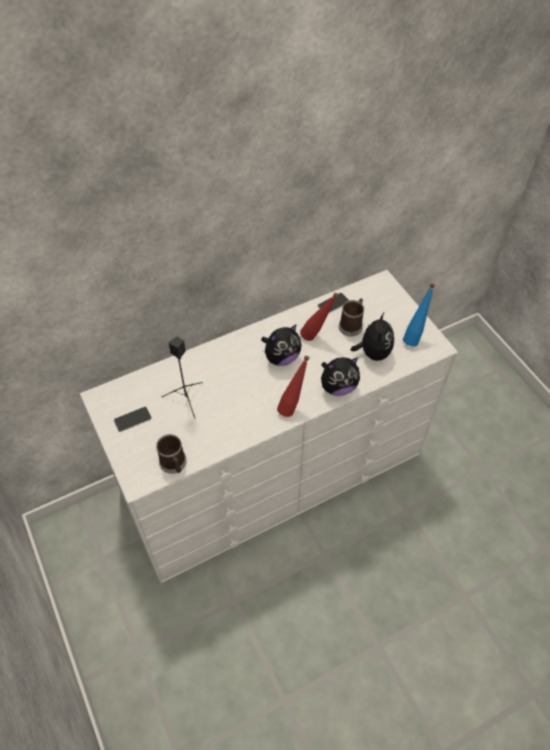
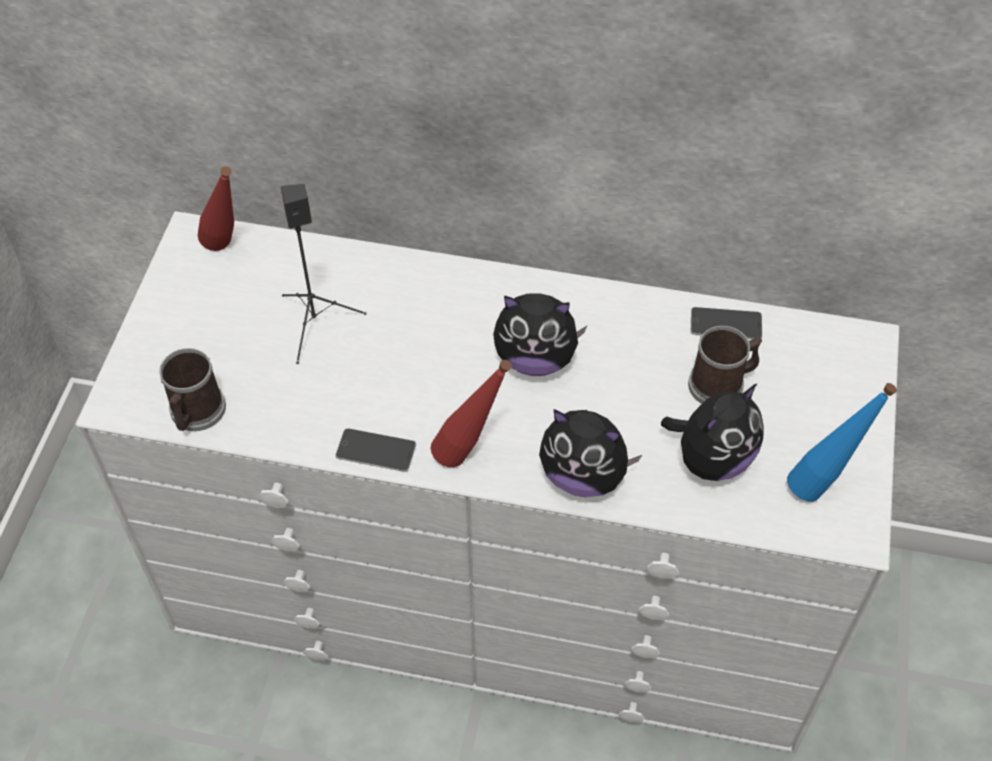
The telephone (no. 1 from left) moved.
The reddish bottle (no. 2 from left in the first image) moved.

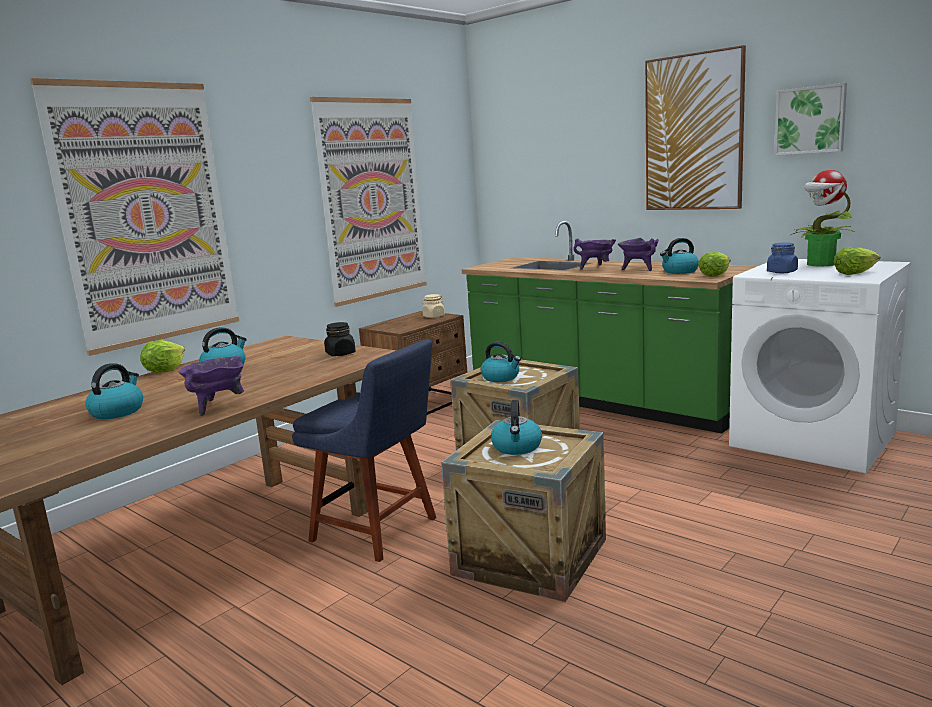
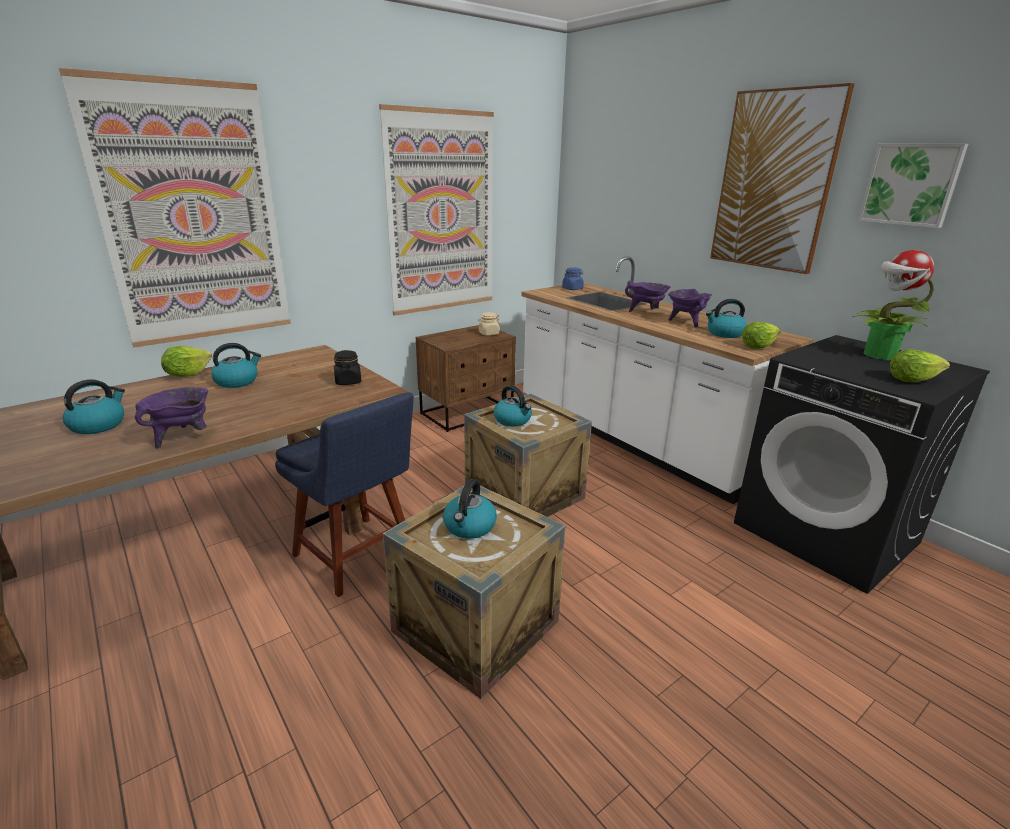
The bluish storage jar moved.
The green-coloured kitchen counter became the white-coloured kitchen counter.
The white-coloured washing machine became the black-coloured washing machine.

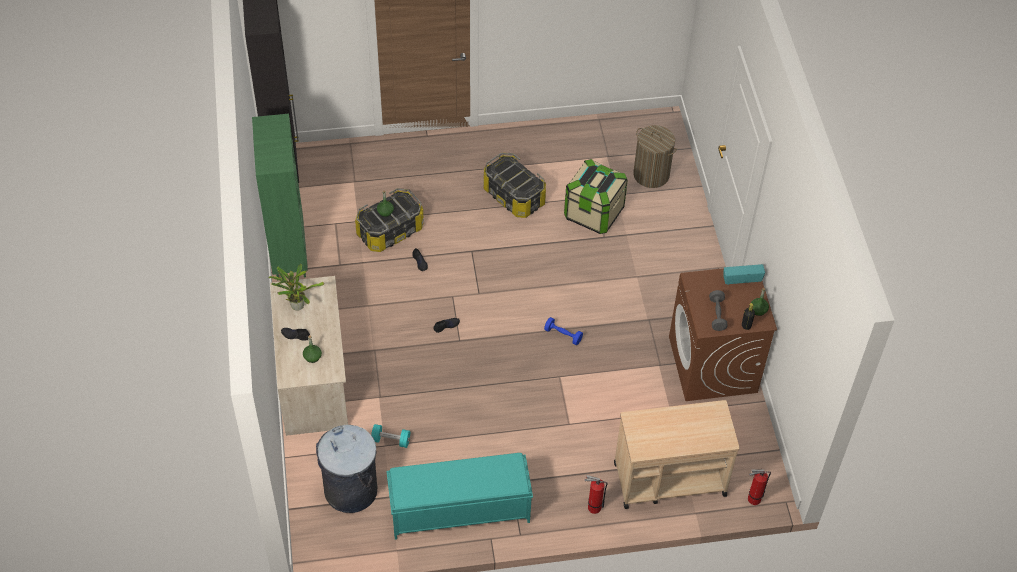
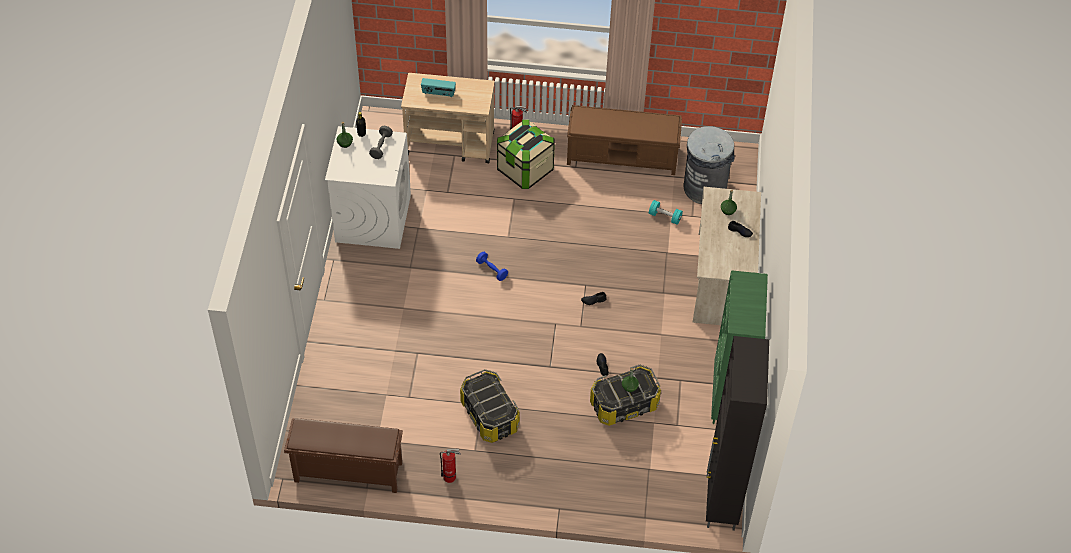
The potted plant disappeared.
The washing basket disappeared.
The brownish shoe shelf appeared.
The storage container (no. 3 from left in the first image) moved.
The radio set moved.
The extinguisher (no. 2 from left in the first image) moved.
The blue-green long seat became the brownish long seat.
The brownish washing machine became the white-coloured washing machine.

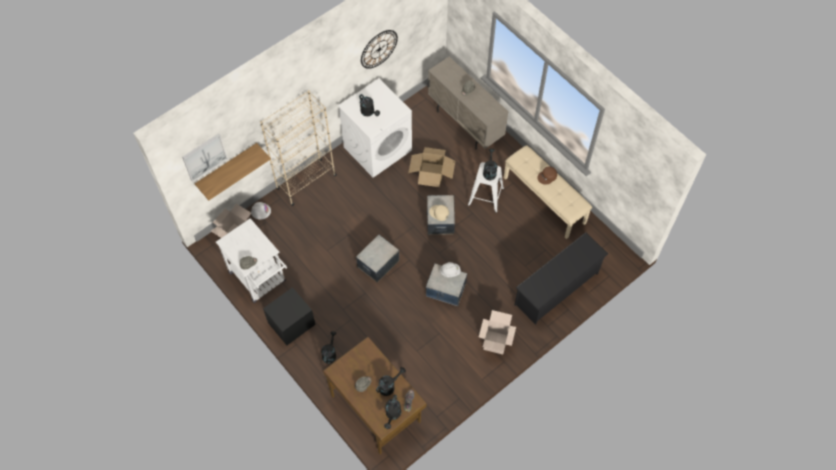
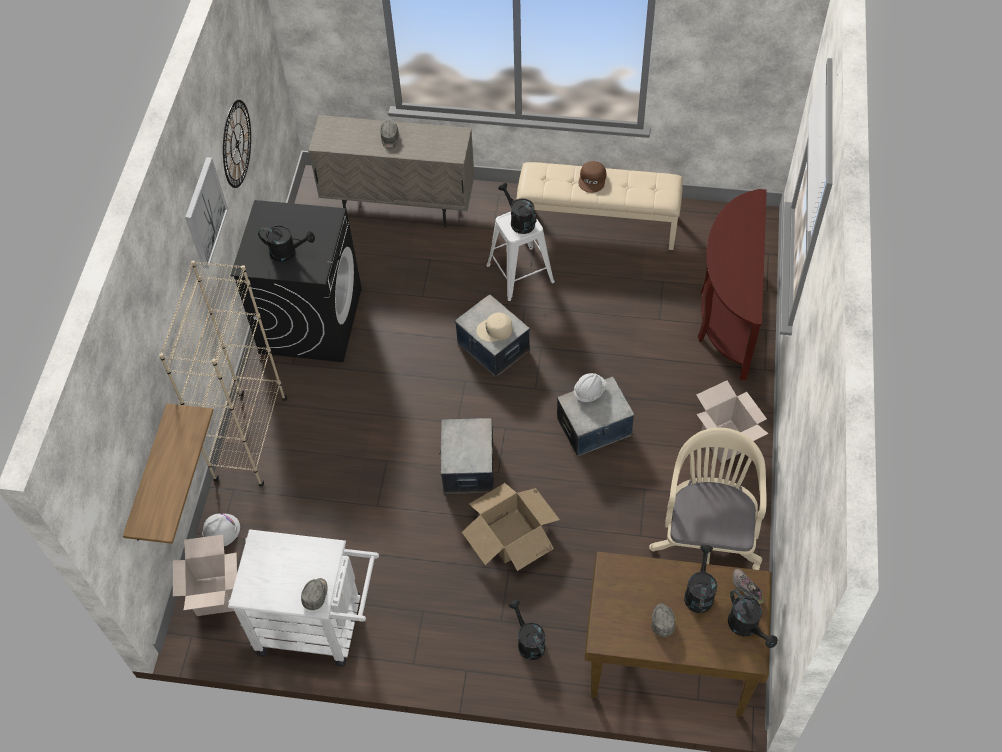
The black-coloured bedside table disappeared.
The sand-coloured office chair appeared.
The picture moved.
The cardboard box (no. 2 from left) moved.
The black-coloured shoe shelf was replaced by the brownish narrow table.
The white-coloured washing machine became the black-coloured washing machine.

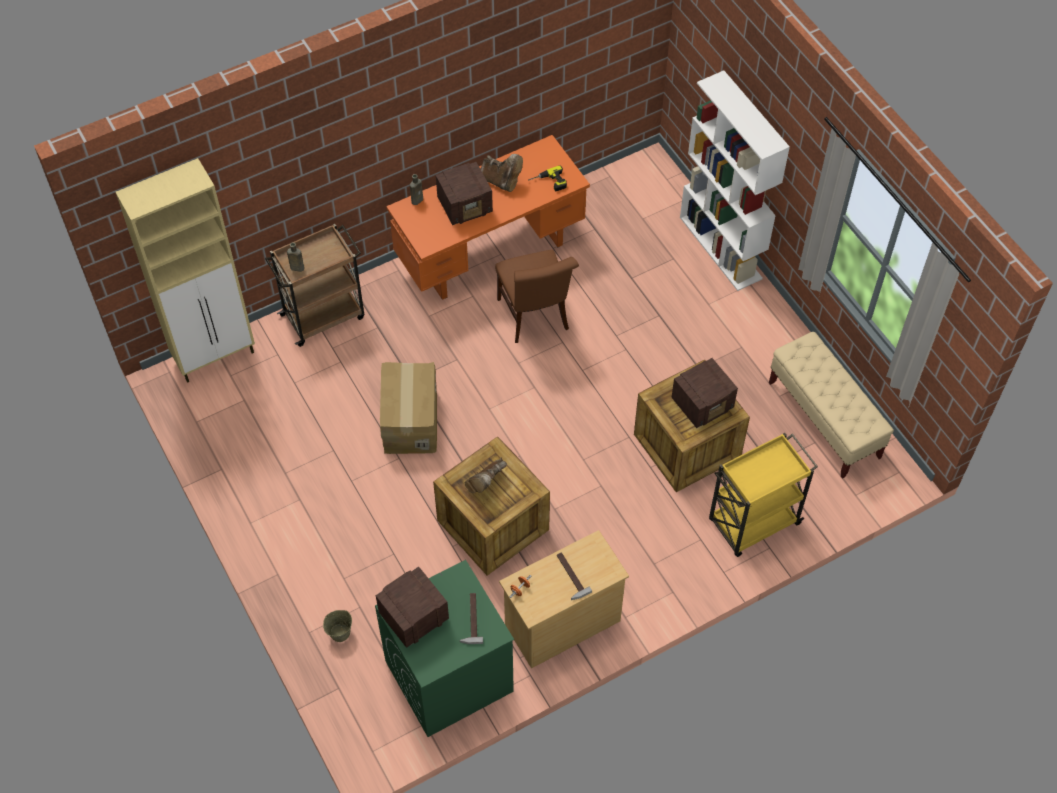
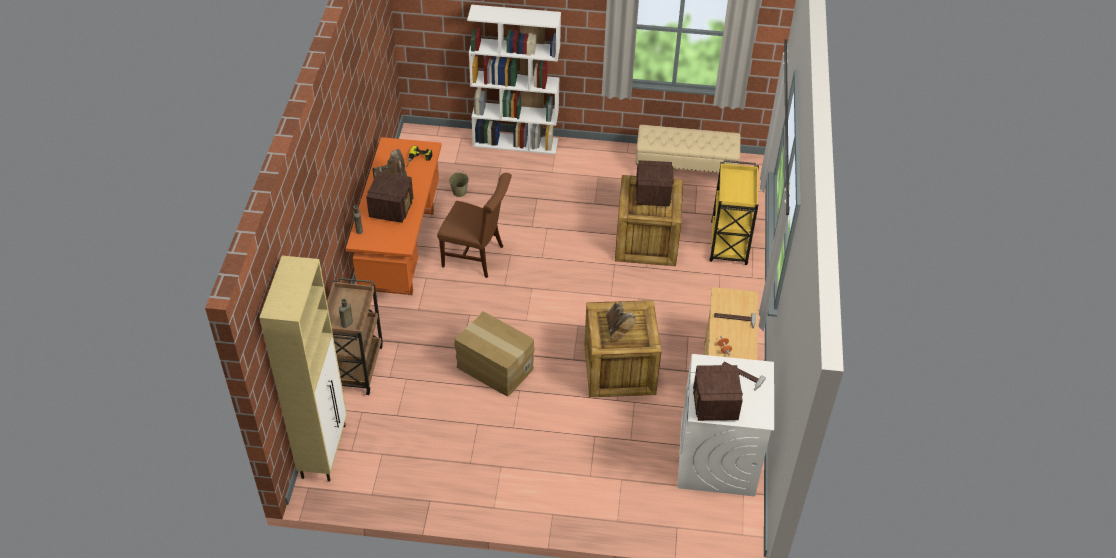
The sand-coloured pail moved.
The green-coloured washing machine became the white-coloured washing machine.

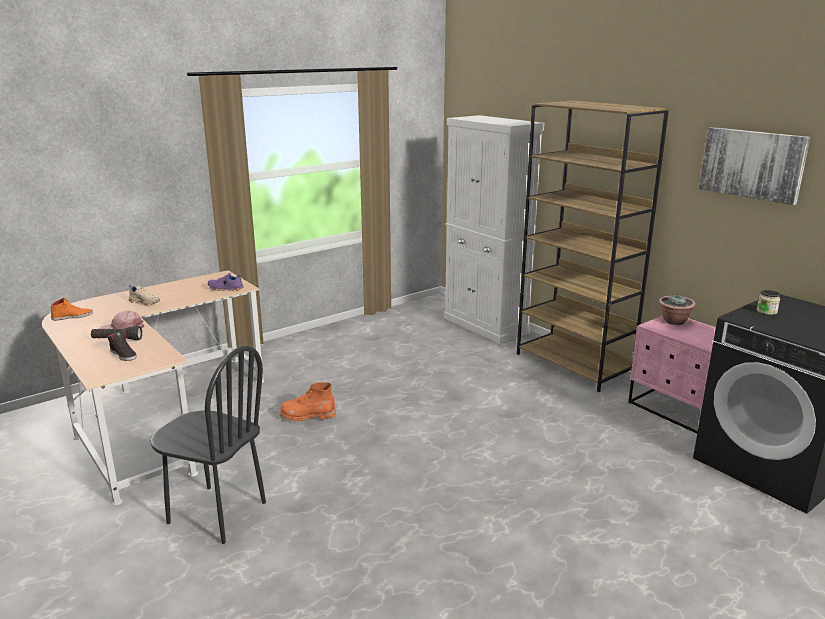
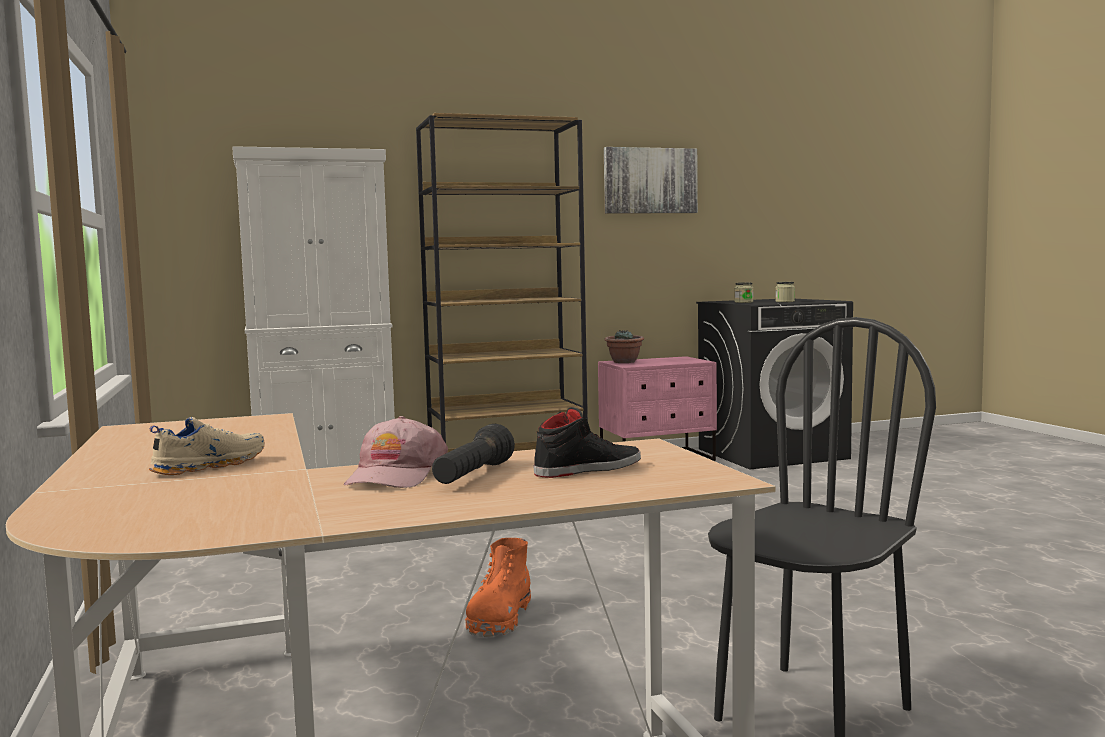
The orange item of footwear disappeared.
The purple item of footwear disappeared.
The storage jar (no. 2 from left) appeared.

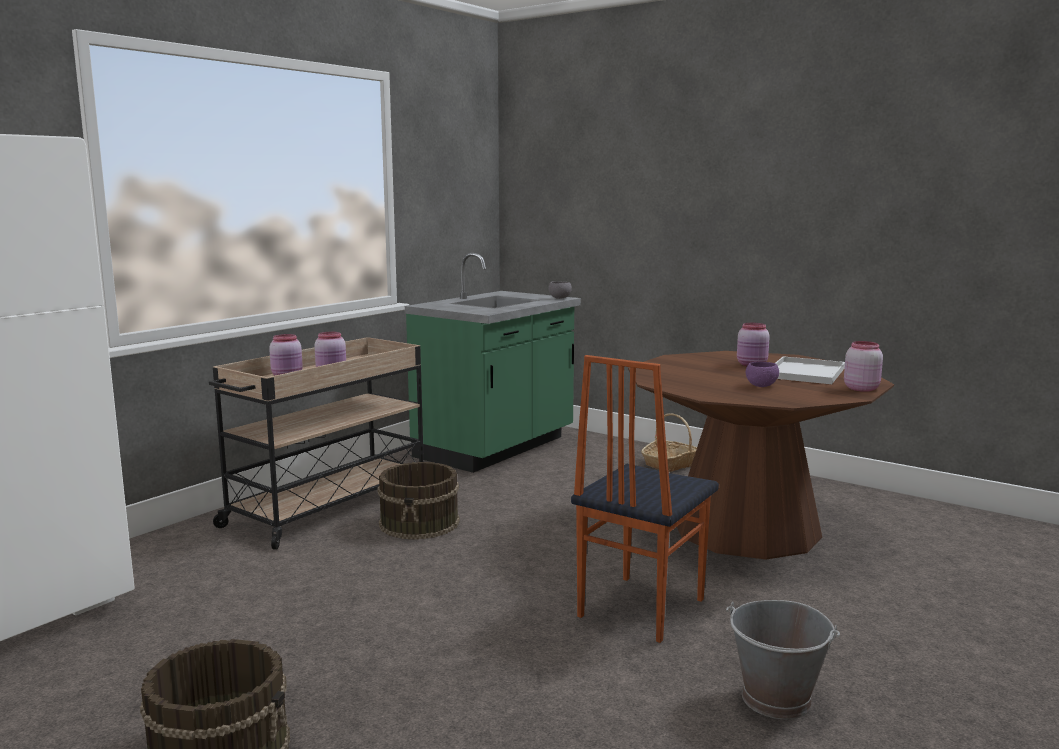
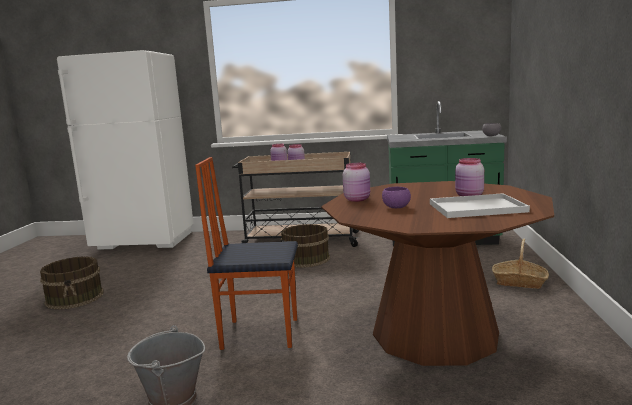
The pink storage jar (no. 4 from left in the first image) moved.

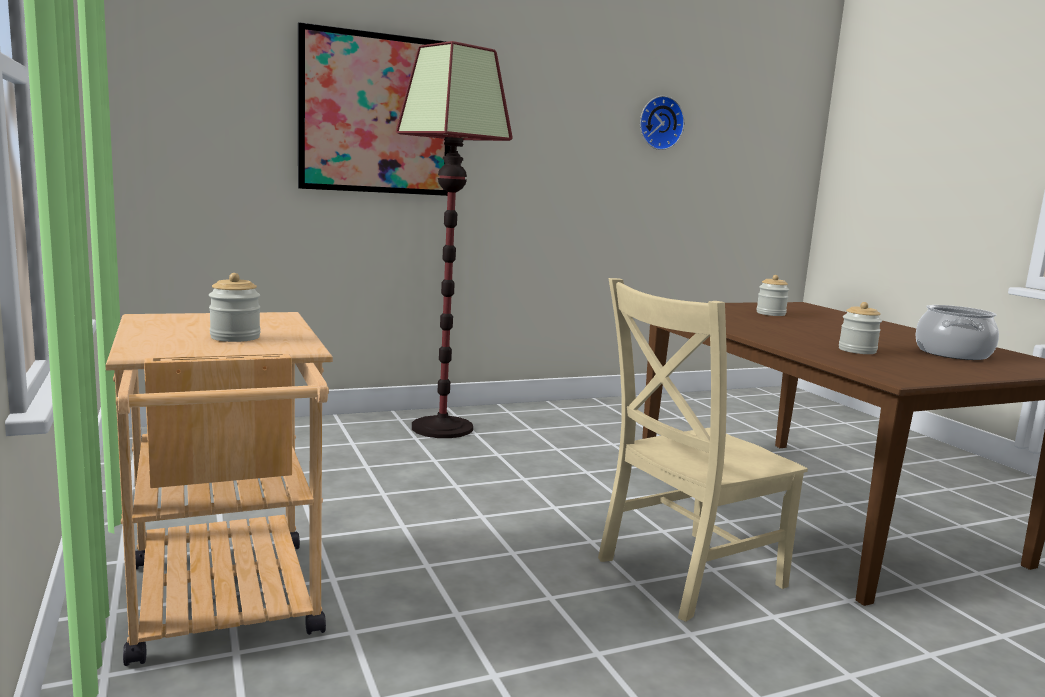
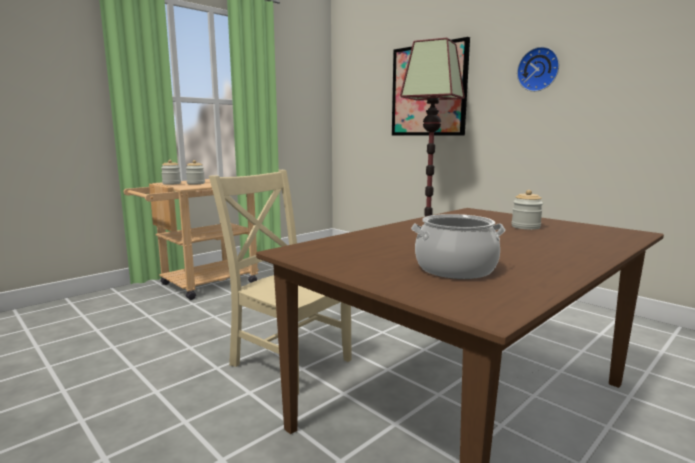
The wall clock moved.
The storage jar (no. 3 from left in the first image) moved.

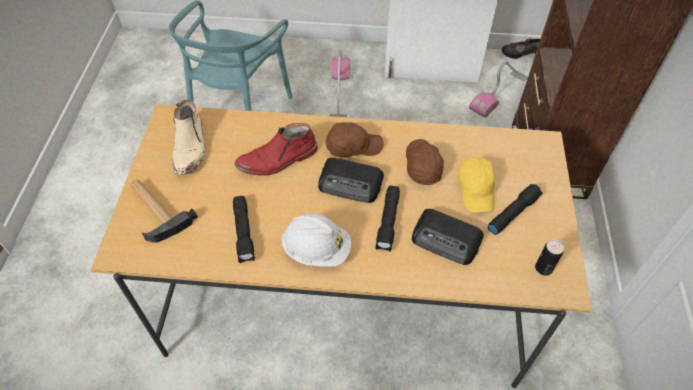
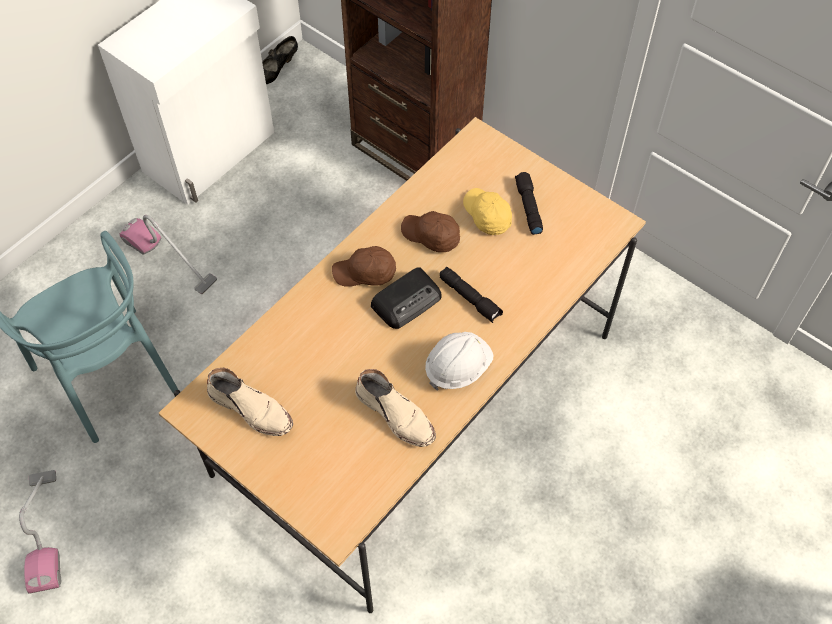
The tool hammer disappeared.
The reddish boot disappeared.
The radio set (no. 2 from left) disappeared.
The metal can disappeared.
The vacuum cleaner (no. 2 from left in the first image) moved.
The black-coloured hand torch (no. 1 from left) was replaced by the sand-coloured boot (no. 2 from left).
The brownish cap (no. 1 from left) turned 120 degrees counterclockwise.
The yellow-coloured cap turned 150 degrees counterclockwise.

